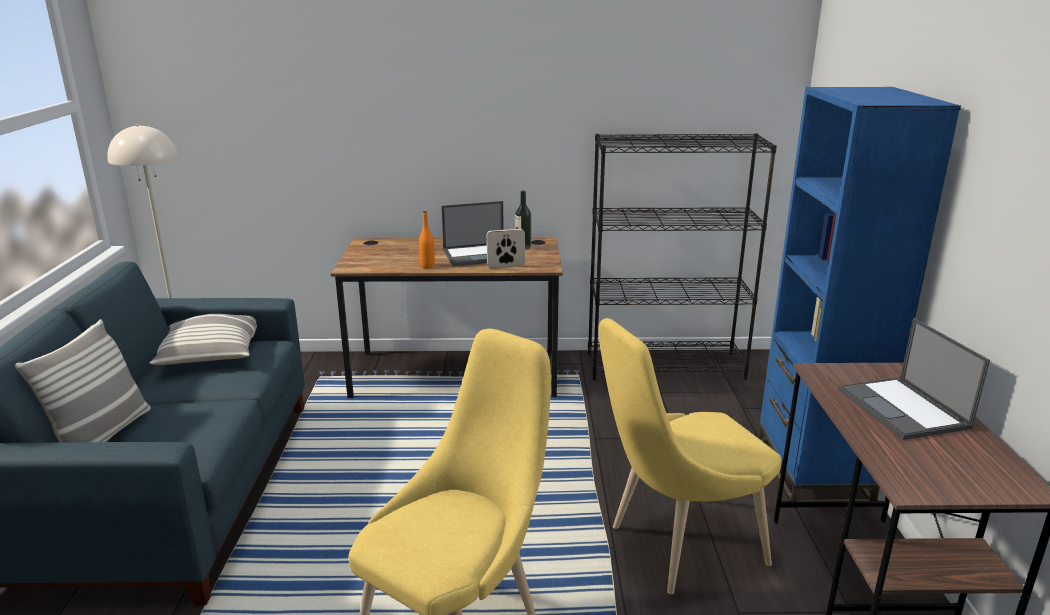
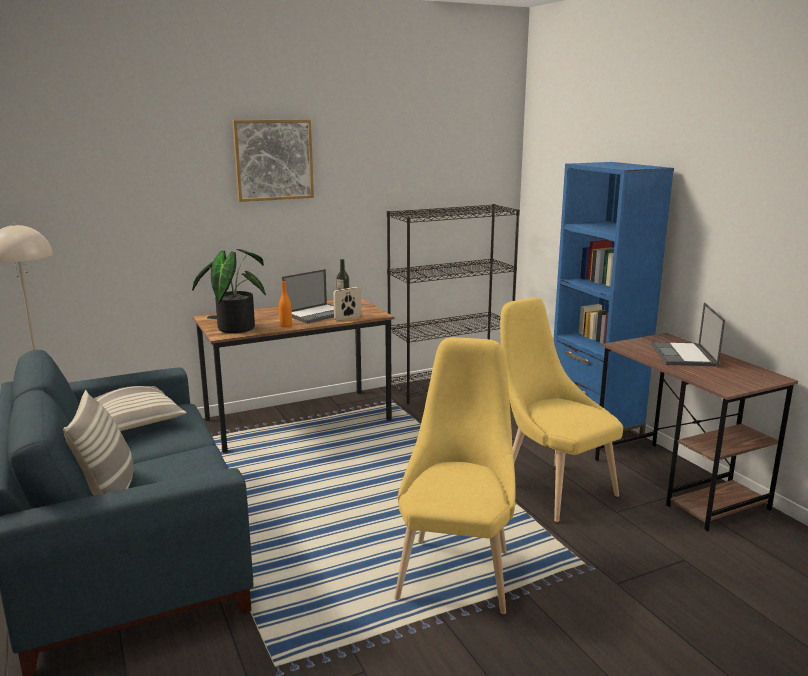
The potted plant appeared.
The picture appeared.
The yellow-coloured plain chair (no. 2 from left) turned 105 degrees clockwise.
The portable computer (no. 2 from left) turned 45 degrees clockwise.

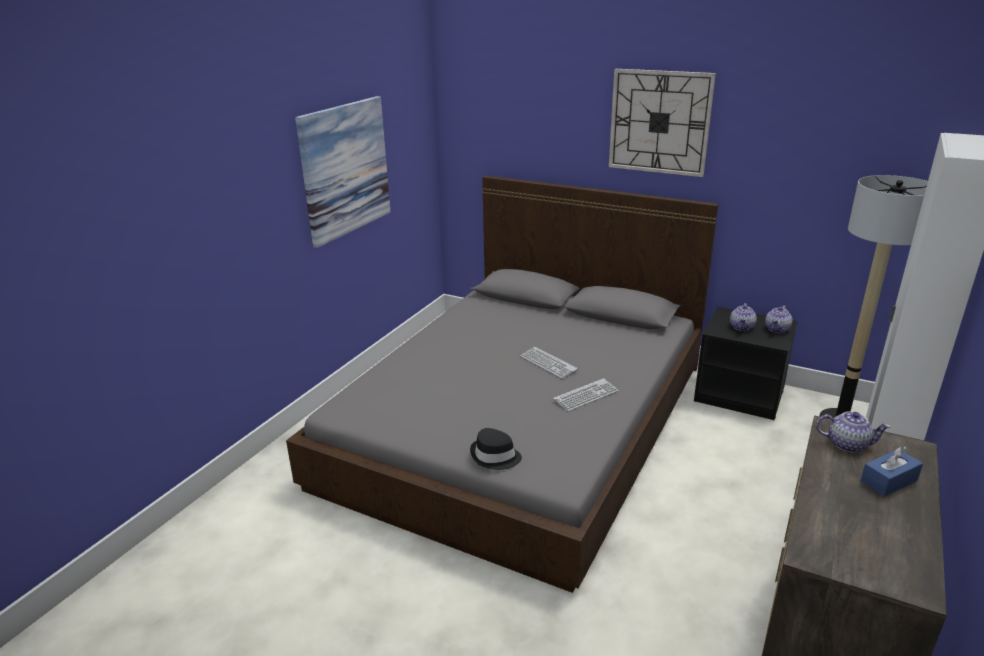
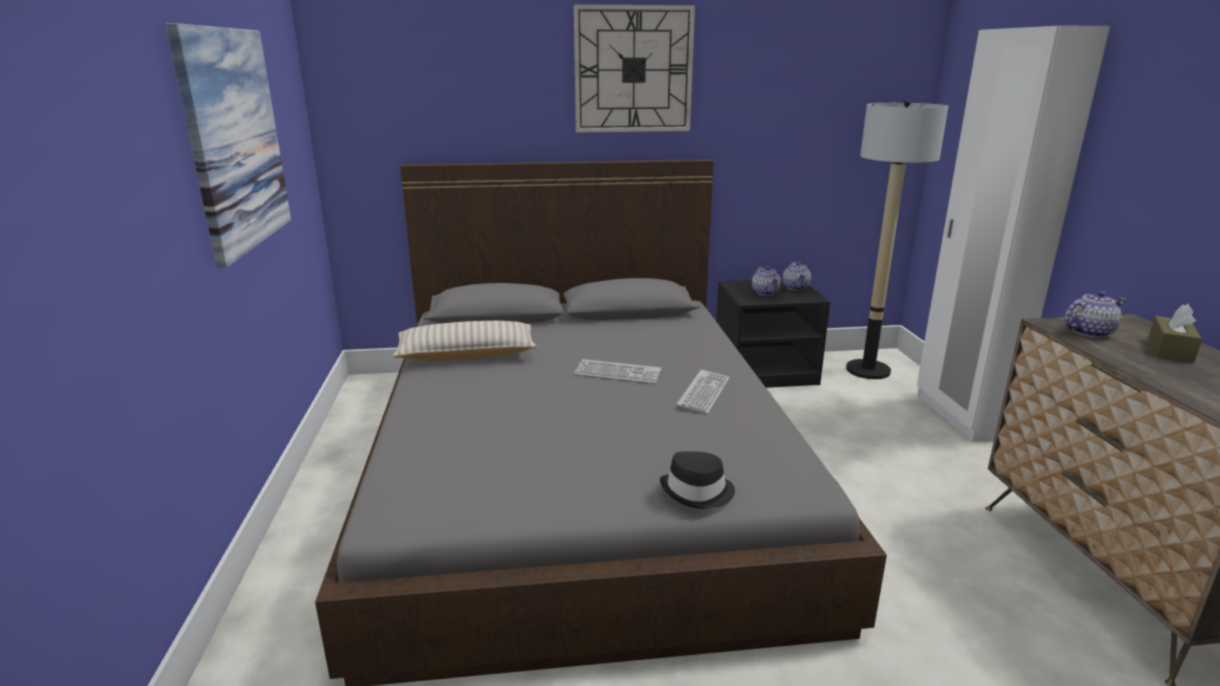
The sand-coloured throw pillow appeared.
The bluish tissue holder became the brownish tissue holder.

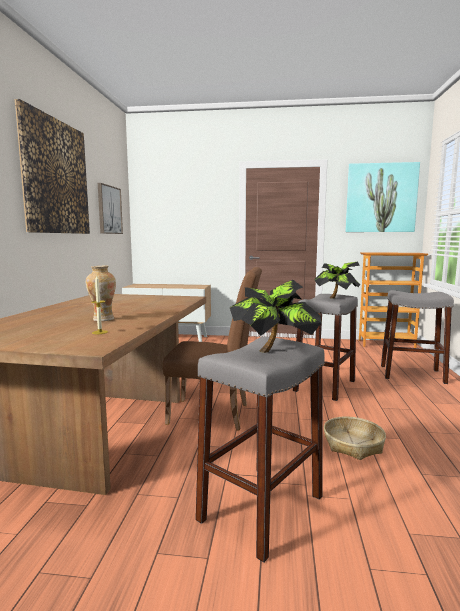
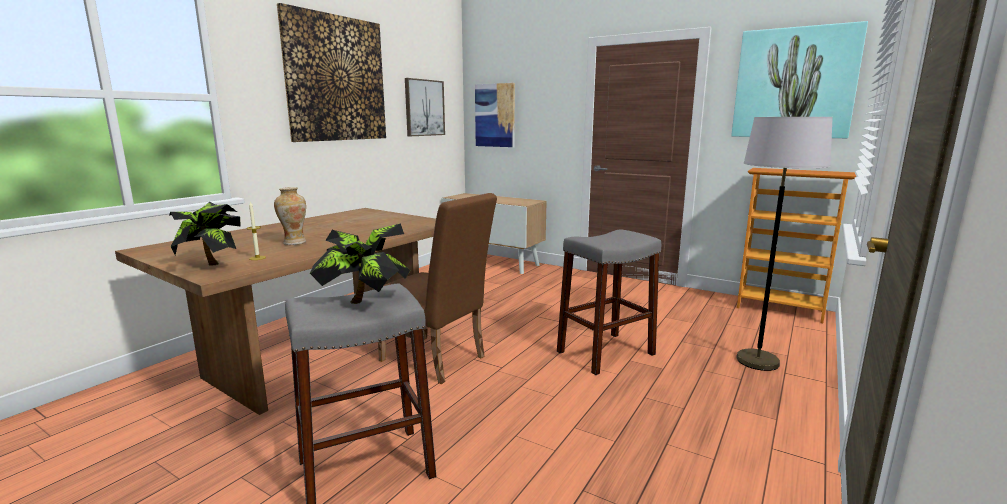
The storage basket disappeared.
The picture (no. 3 from left) appeared.
The potted plant (no. 2 from left in the first image) moved.
The greyish sitting stool (no. 3 from left) was replaced by the greyish standard lamp.

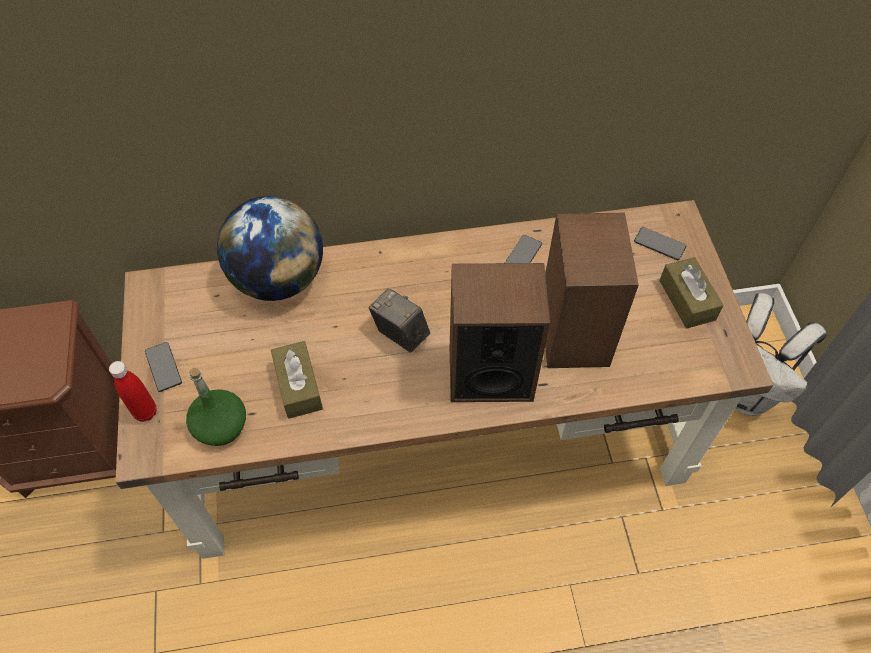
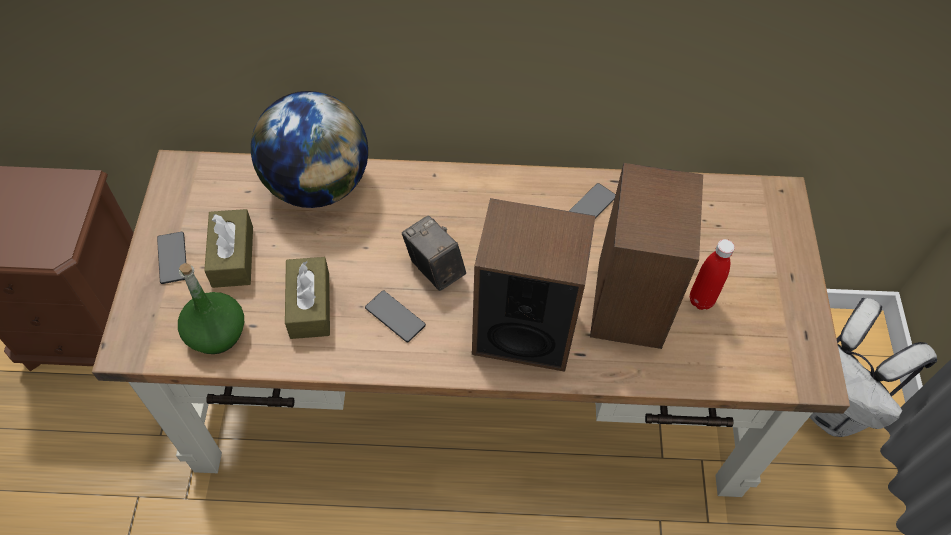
The reddish bottle moved.
The telephone (no. 3 from left in the first image) moved.
The brownish tissue holder (no. 2 from left in the first image) moved.

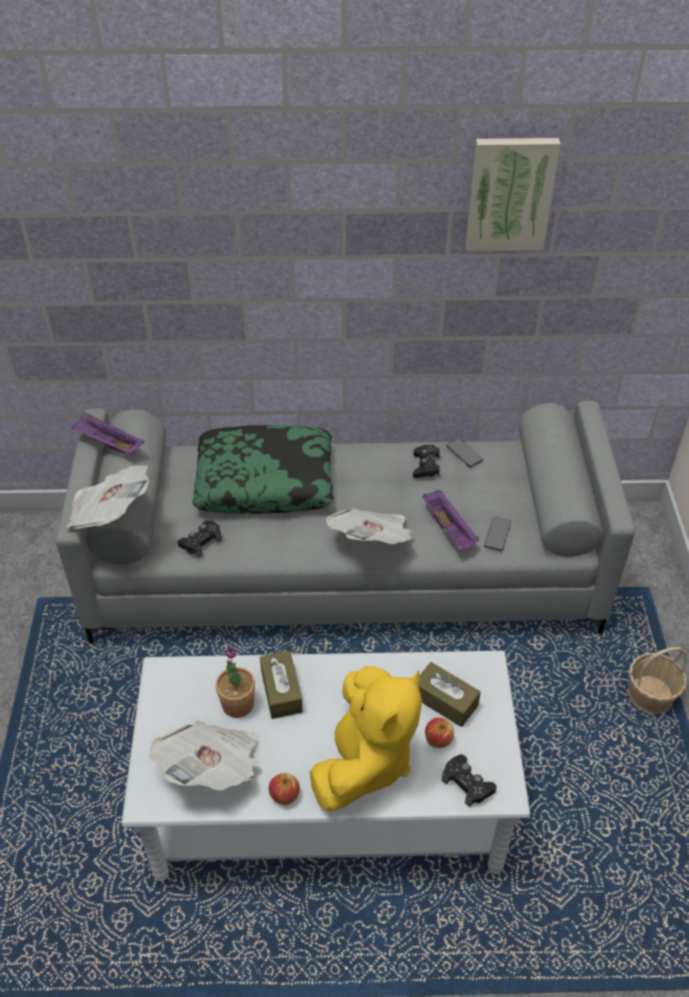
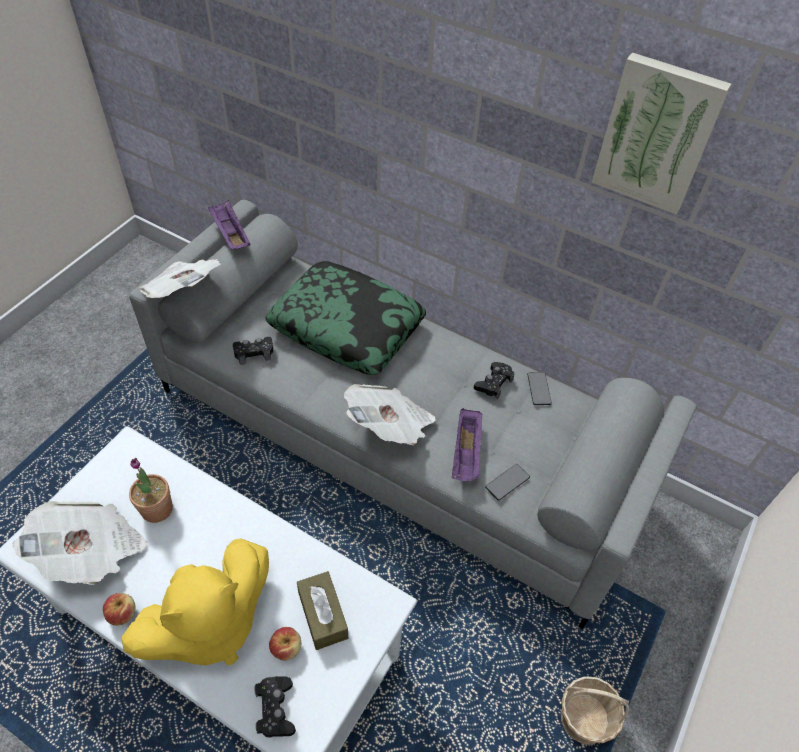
The brownish tissue holder (no. 1 from left) disappeared.

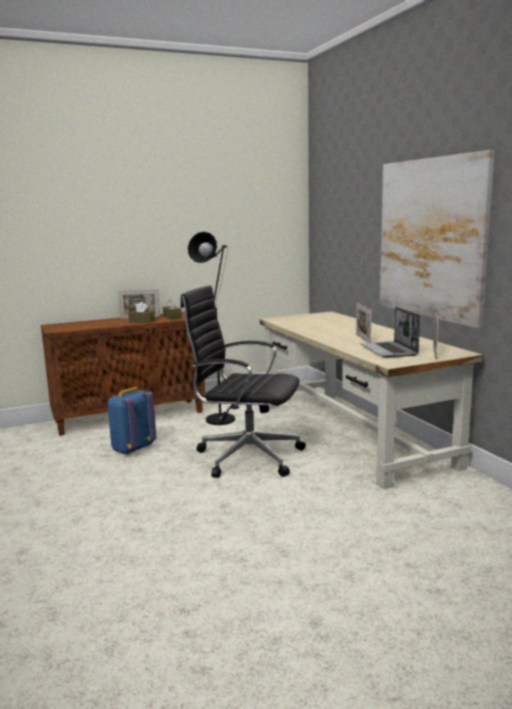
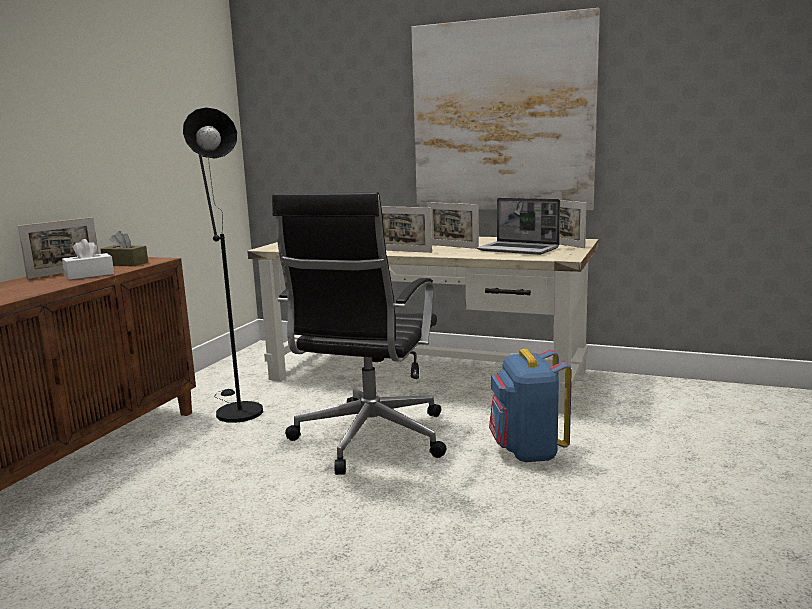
The picture frame (no. 2 from left) appeared.
The bluish knapsack moved.
The brownish tissue holder (no. 1 from left) became the white-coloured tissue holder.
The black-coloured office chair turned 45 degrees counterclockwise.

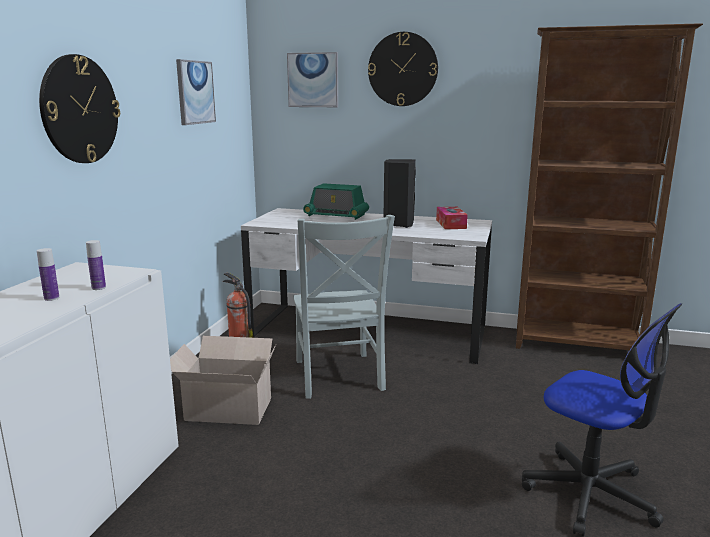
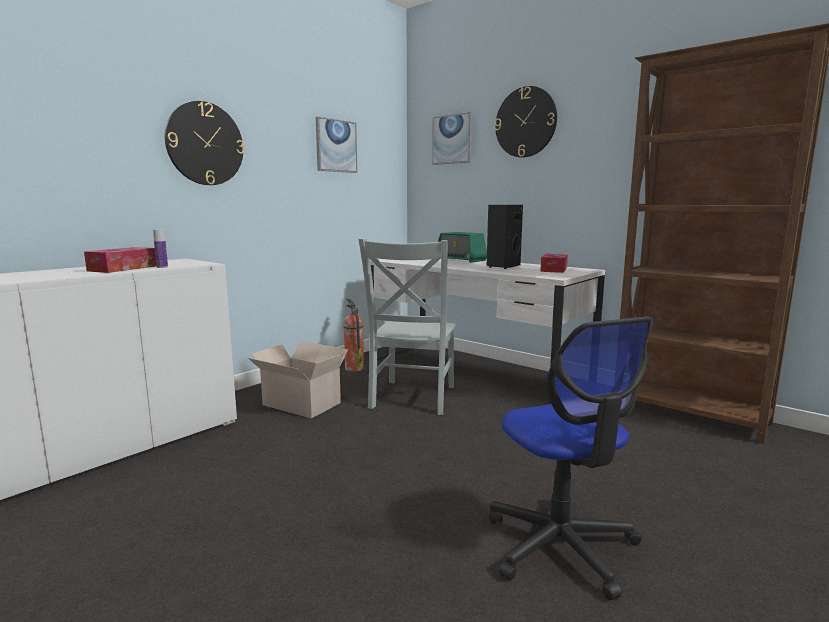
The bottle (no. 1 from left) was replaced by the tissue holder (no. 1 from left).

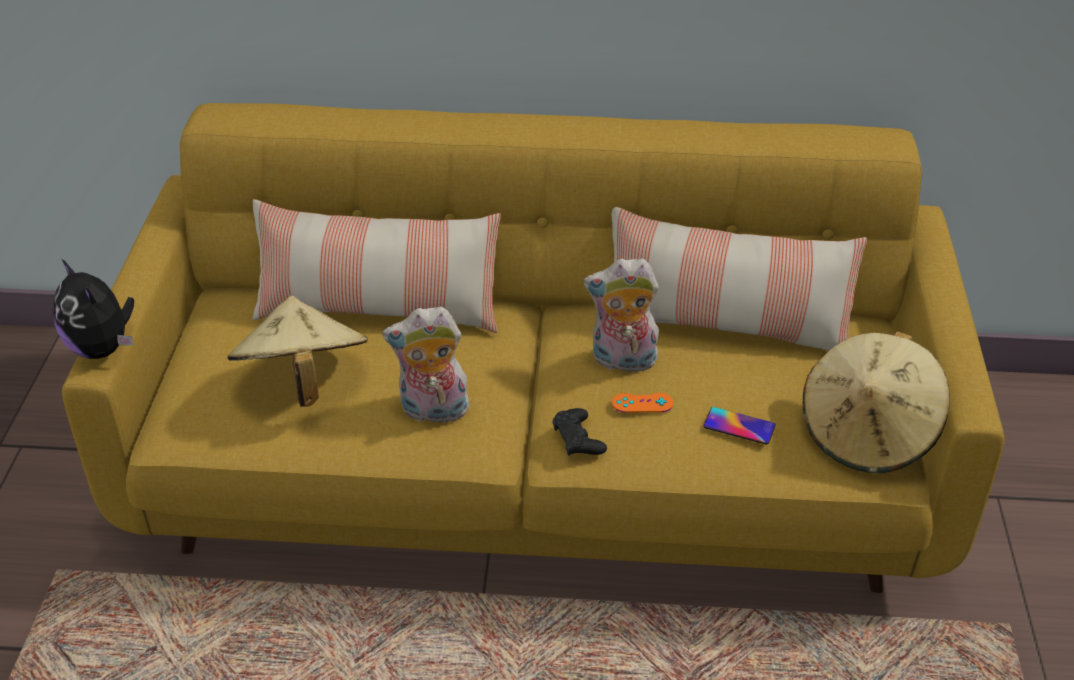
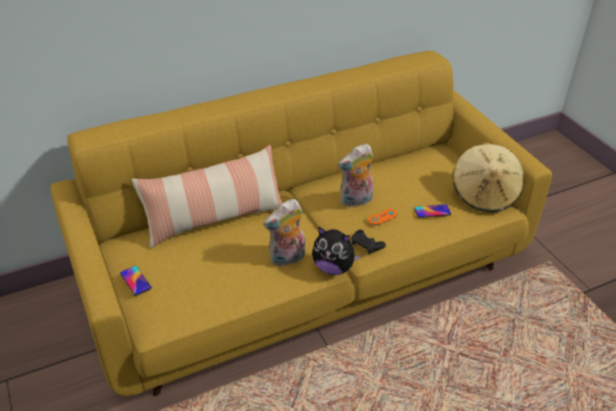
The sand-coloured clothing hat (no. 1 from left) disappeared.
The throw pillow (no. 2 from left) disappeared.
The telephone (no. 1 from left) appeared.
The plush toy (no. 1 from left in the first image) moved.

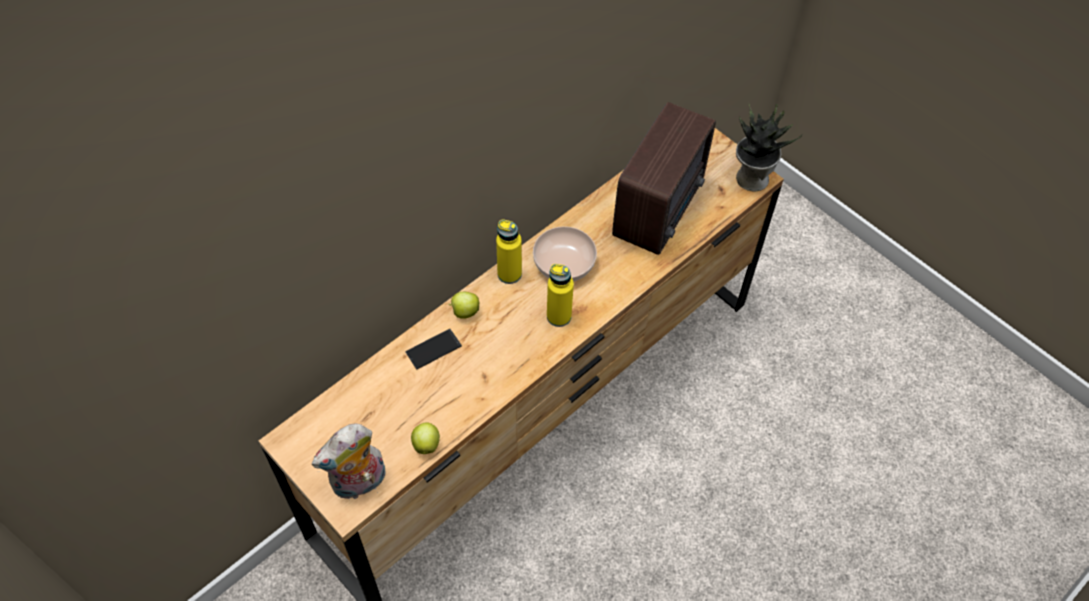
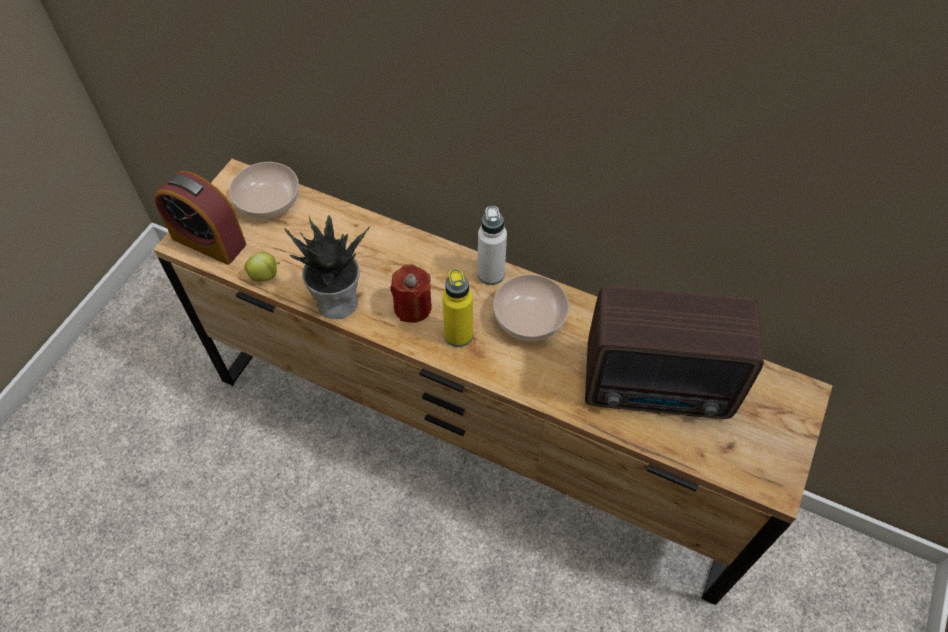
The telephone disappeared.
The apple fruit (no. 2 from left) disappeared.
The deep dish (no. 1 from left) appeared.
The reddish candle appeared.
The potted plant moved.
The plush toy was replaced by the table clock.
The yellow-coloured bottle (no. 1 from left) became the white-coloured bottle.

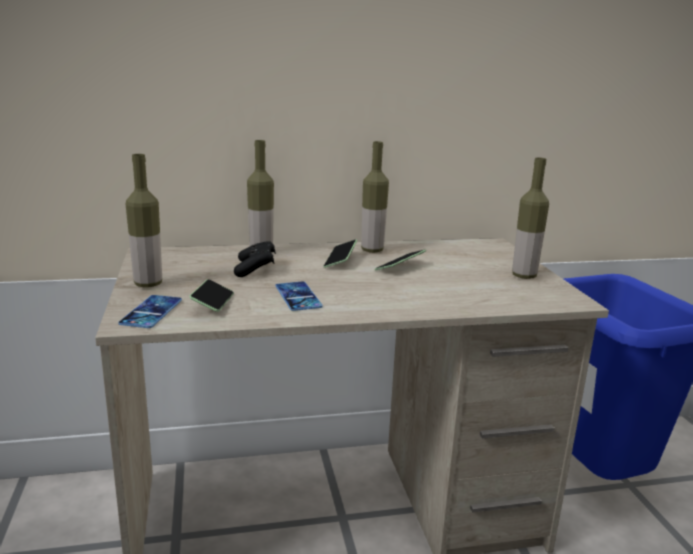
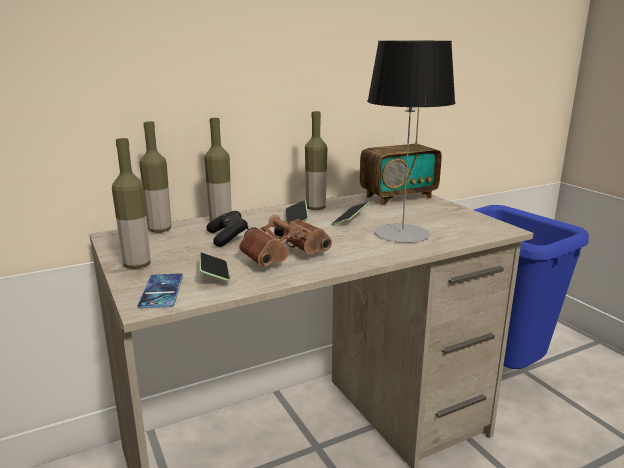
The radio set appeared.
The lamp for a table appeared.
The bottle (no. 4 from left in the first image) moved.
The telephone (no. 3 from left) was replaced by the brownish pair of binoculars.

